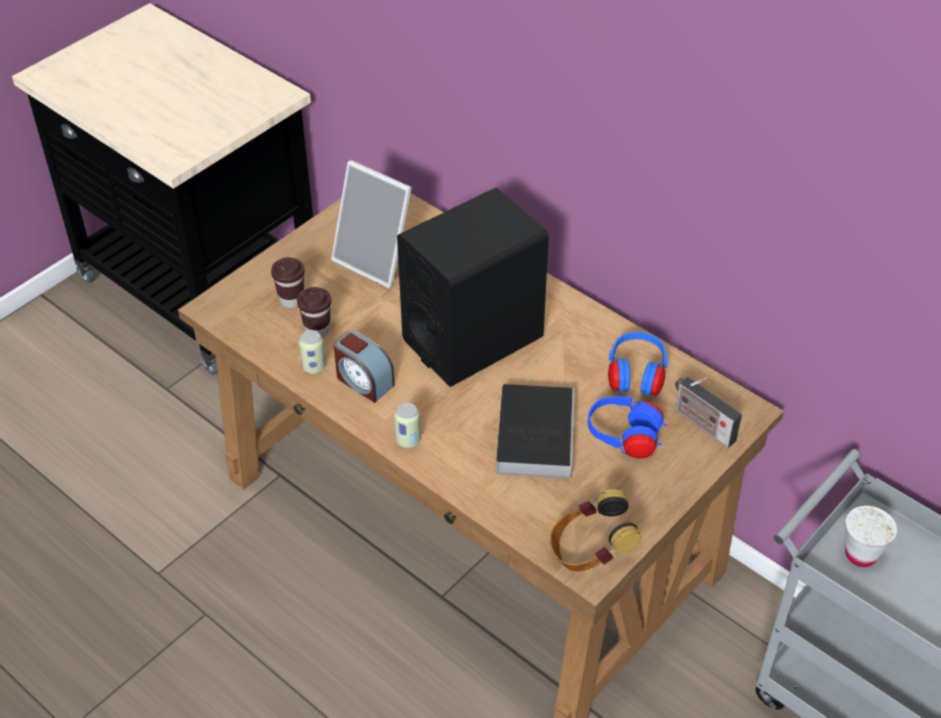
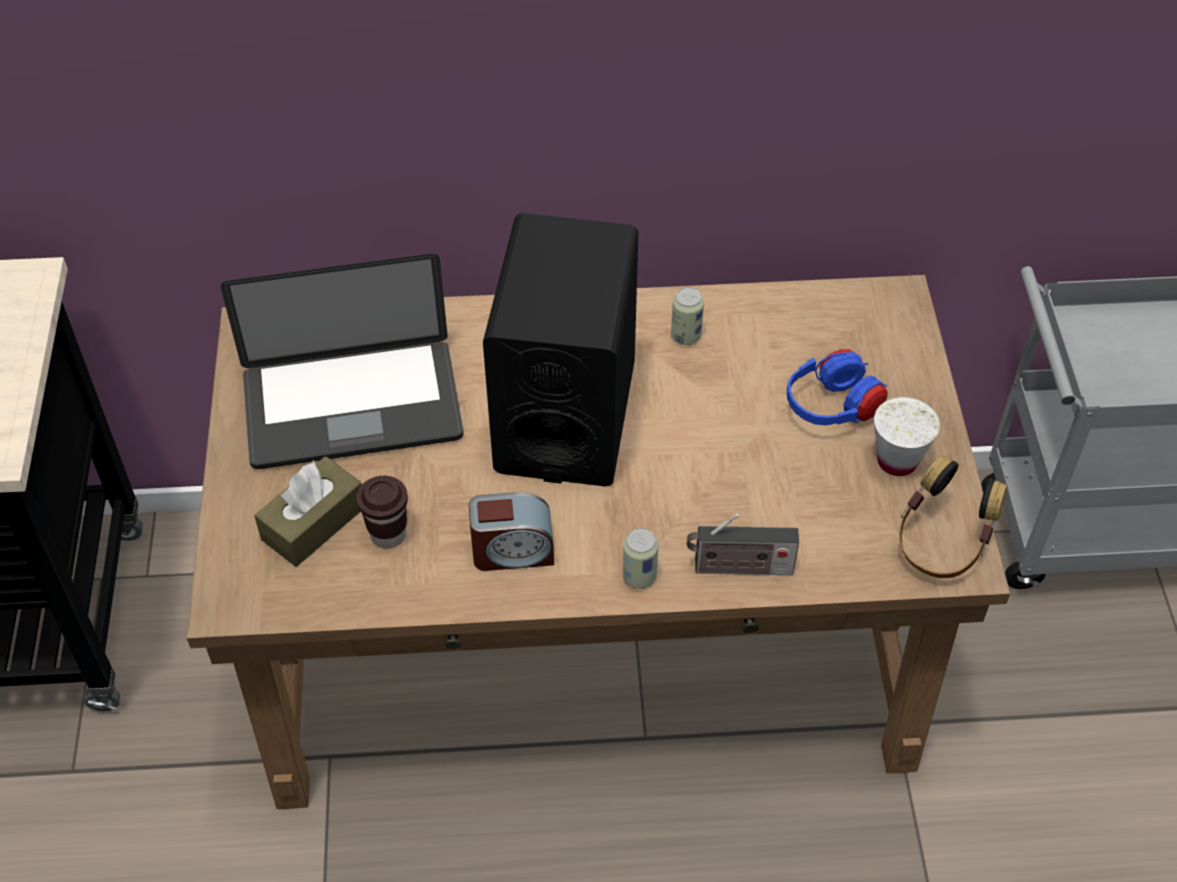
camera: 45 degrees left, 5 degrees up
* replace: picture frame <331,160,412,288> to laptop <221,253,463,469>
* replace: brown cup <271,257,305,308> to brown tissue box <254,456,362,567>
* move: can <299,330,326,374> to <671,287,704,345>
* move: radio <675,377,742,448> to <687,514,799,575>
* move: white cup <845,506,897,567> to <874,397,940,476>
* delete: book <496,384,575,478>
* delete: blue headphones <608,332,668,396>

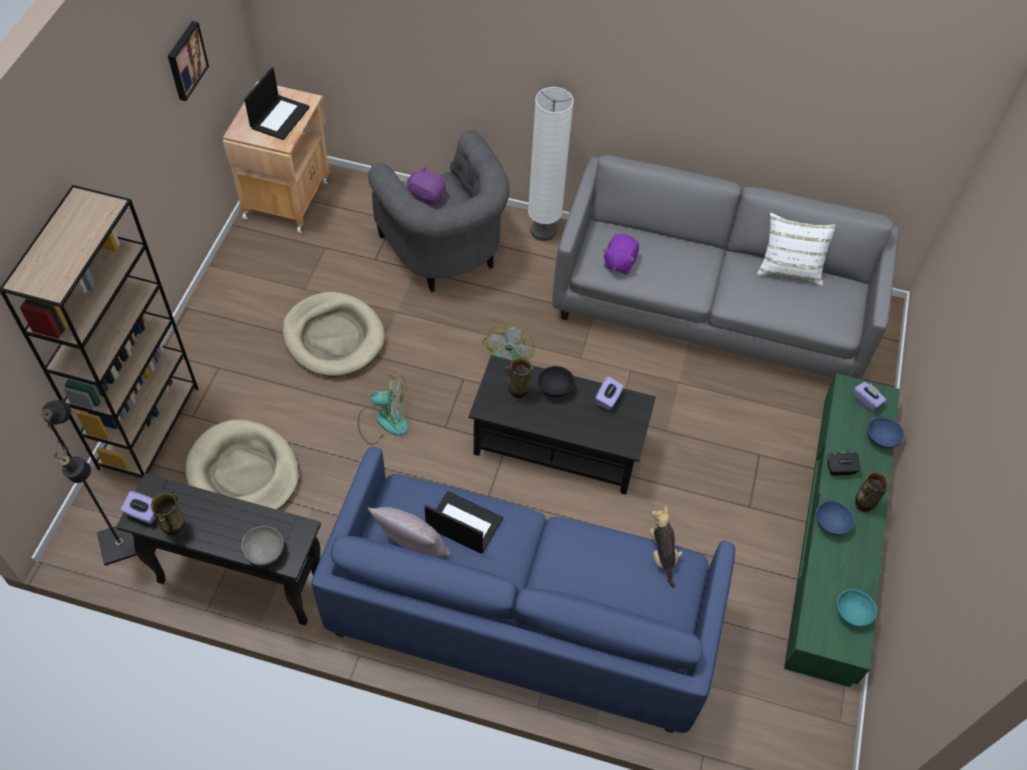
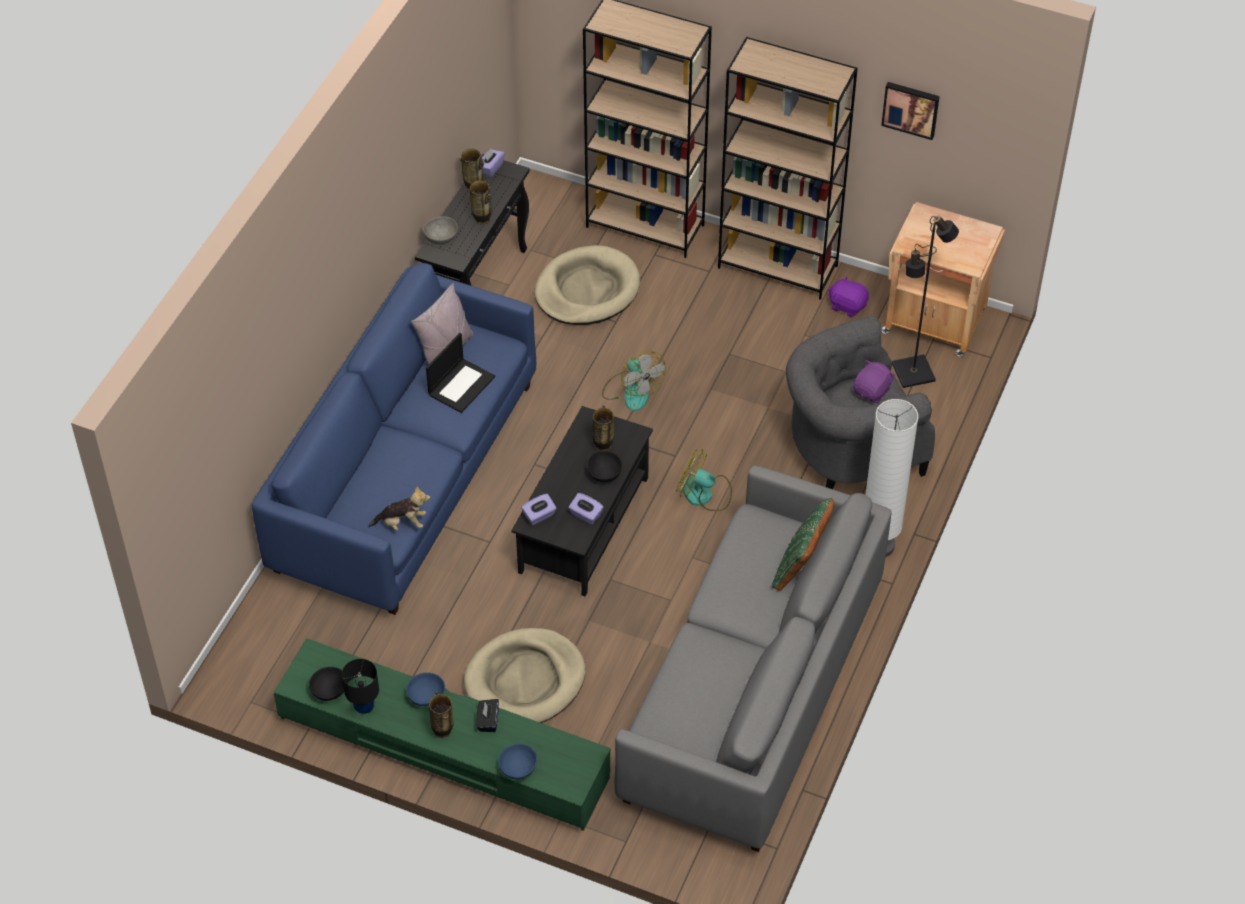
camera: 100 degrees right, 5 degrees down
* recolor: turquoise bowl <836,589,877,627> to black bowl <309,667,344,701>
* insert: black table lamp <342,659,379,714>
* move: beige dog bed <282,292,385,377> to <464,628,586,723>
* insert: vase <469,181,492,224>
* move: purple tissue box <853,382,886,412> to <521,494,557,525>
* rotate: fan <358,373,408,445> = <602,351,666,411> 45 degrees counterclockwise
* insert: beige bookcase <718,37,858,300>
* insert: green pillow <772,498,834,591>
* move: purple plush toy <603,234,639,274> to <828,276,869,317>
* move: black floor lamp <39,400,136,565> to <892,215,959,388>
* delete: laptop <244,67,310,140>
* delete: white pillow <757,213,835,286>

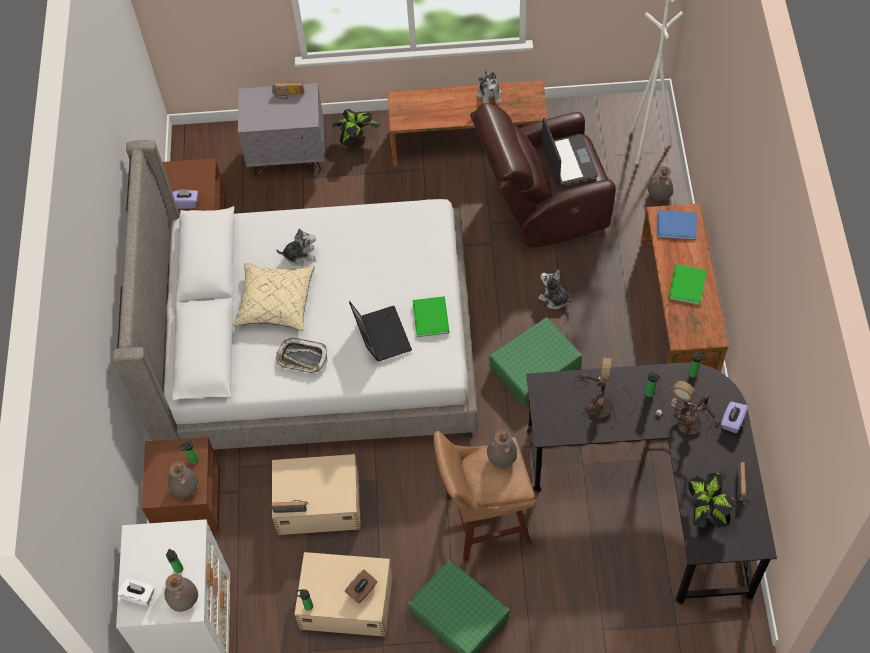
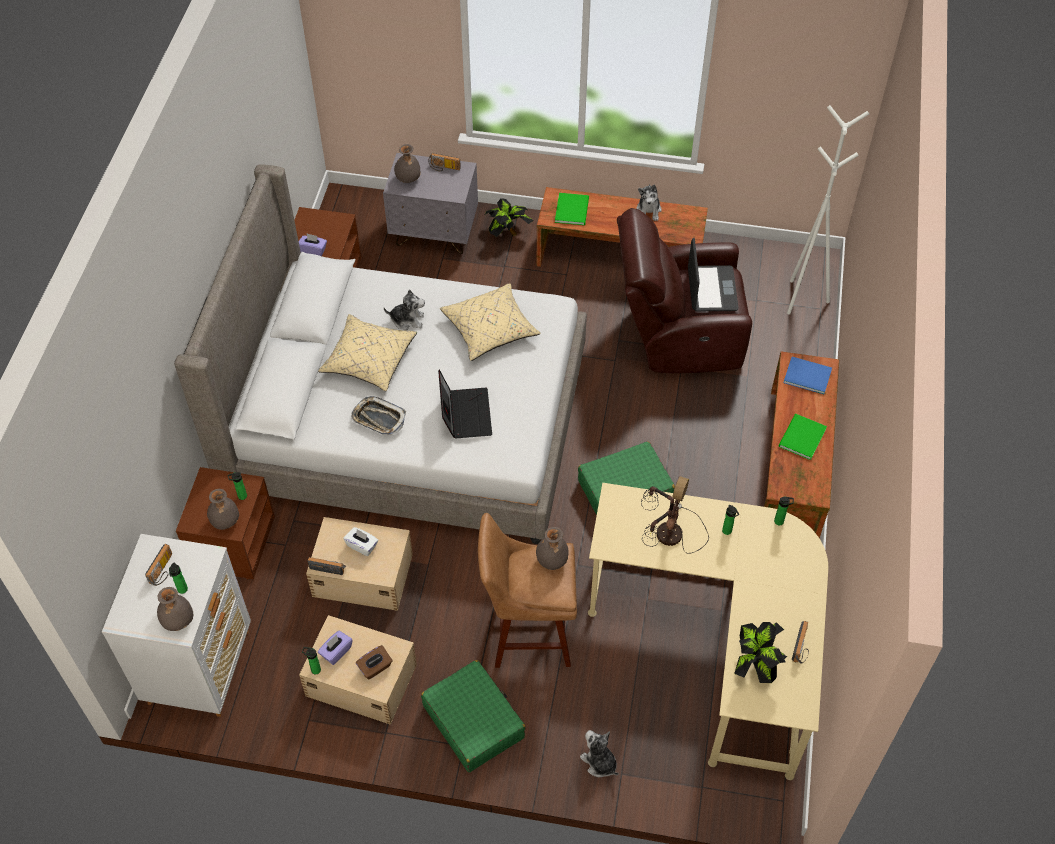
camera: 10 degrees right, 5 degrees down
* insert: radio <145,544,172,586>
* move: purple tissue box <721,401,748,433> to <318,631,353,665>
* move: white tissue box <117,578,155,606> to <344,527,378,556>
* move: grey vase <647,166,673,201> to <394,144,421,183>
* insert: beige pillow <440,283,540,361>
* move: green book <412,296,450,337> to <555,193,589,225>
* move: plush toy <538,269,573,309> to <580,730,619,777>
* recolor: black desk <526,362,777,604> to beige desk <588,483,828,780>
* delete: table lamp <656,381,723,441>

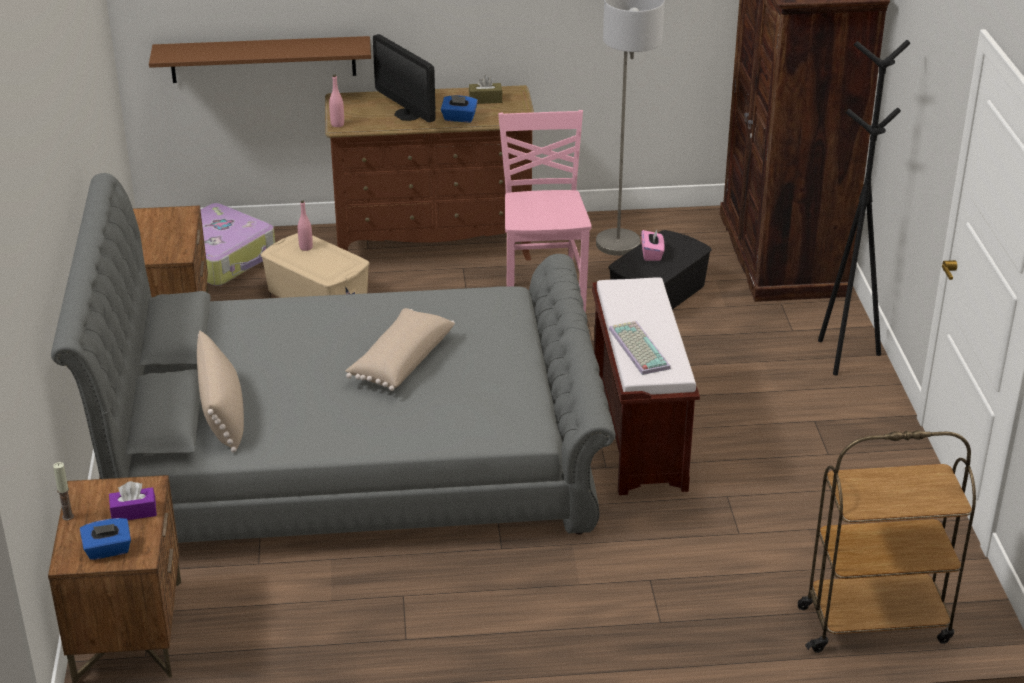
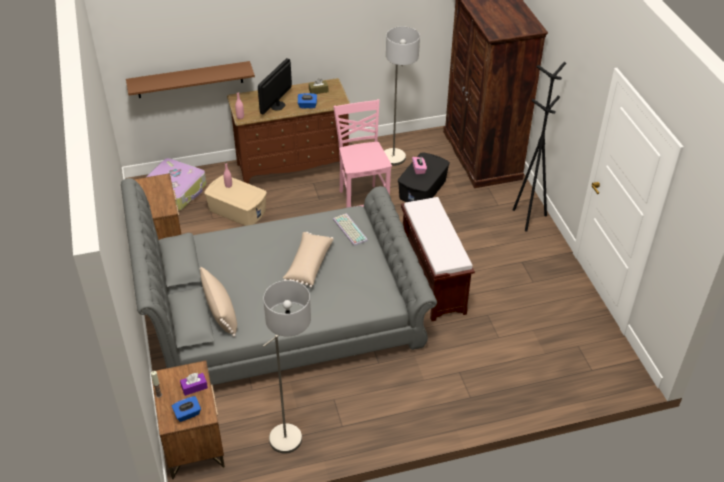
camera: 10 degrees left, 10 degrees up
* rotate: monitor <373,34,435,122> = <258,58,292,114> 75 degrees clockwise
* insert: grey floor lamp <263,280,311,454>
* move: keyboard <609,321,671,375> to <333,213,368,246>
* delete: brown cart <798,430,976,653>

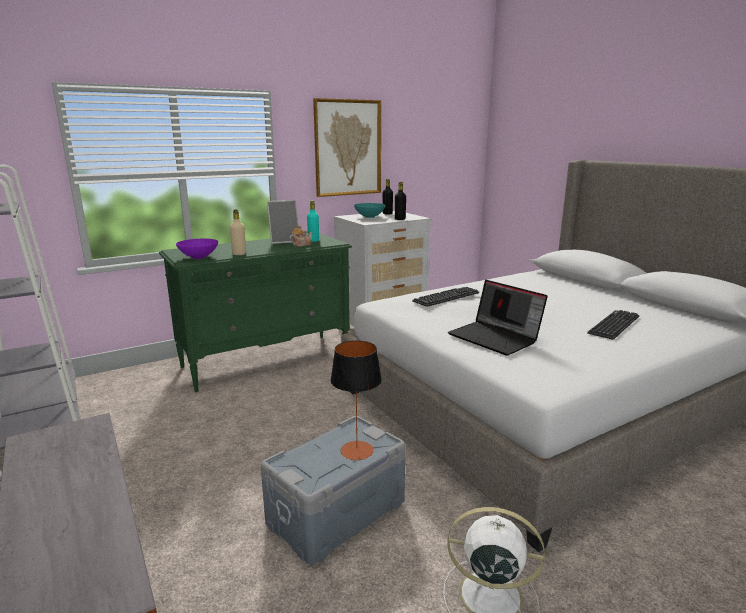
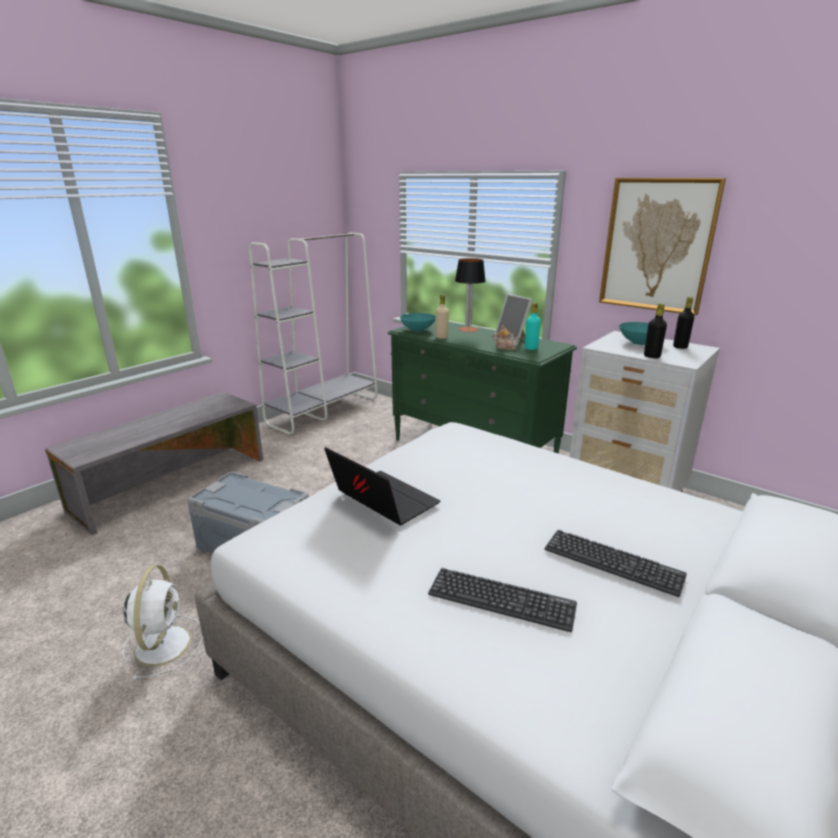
camera: 70 degrees right, 5 degrees up
* rotate: laptop <448,280,548,356> = <324,447,440,525> 105 degrees clockwise
* recolor: purple bowl <176,239,218,259> to turquoise bowl <400,313,436,332>
* move: table lamp <331,340,382,460> to <455,258,486,332>
* move: keyboard <412,287,479,307> to <545,530,687,597>

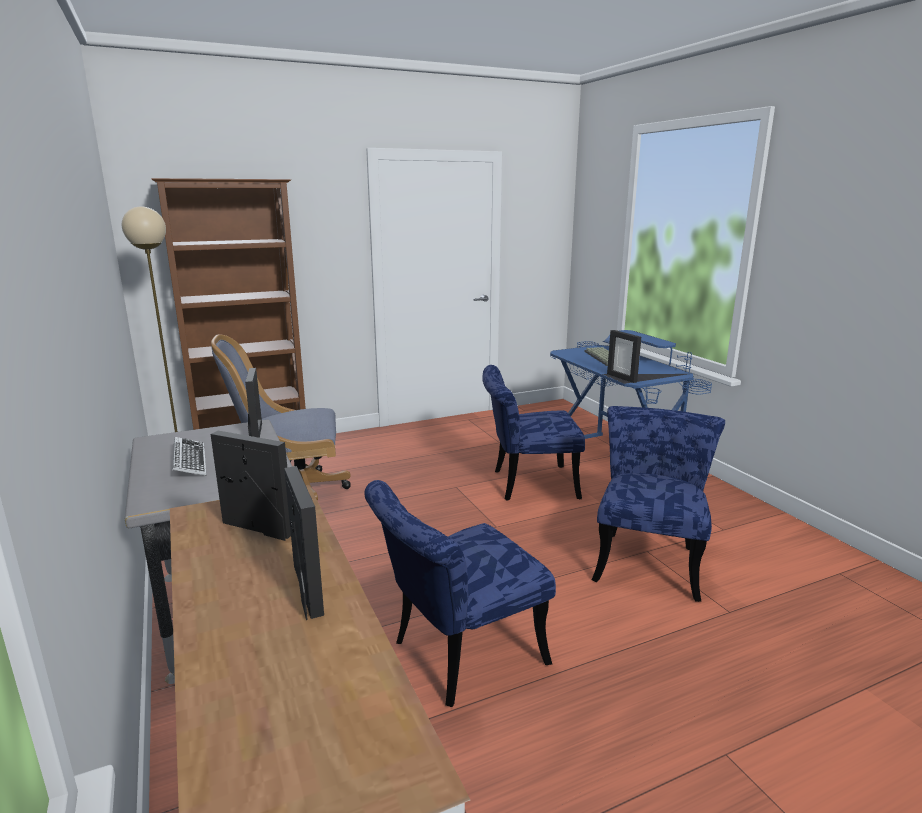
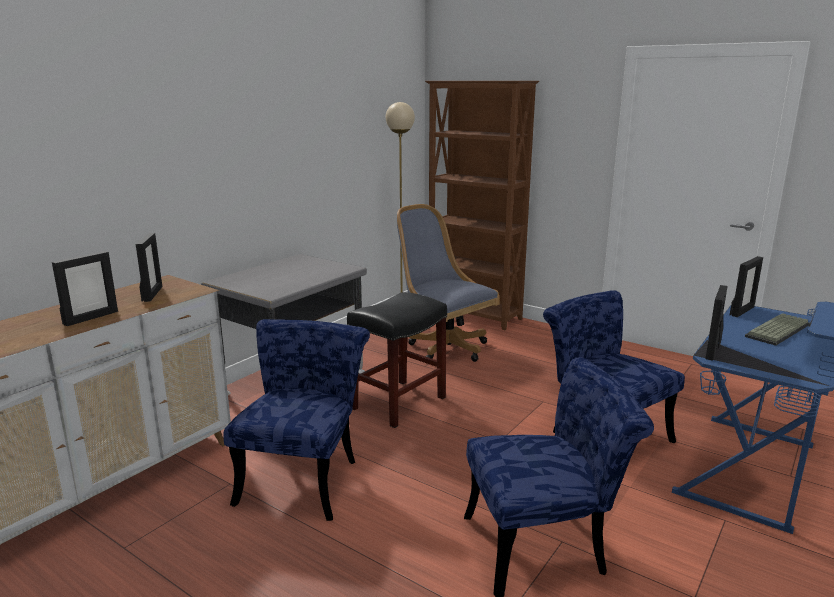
camera: 60 degrees right, 0 degrees up
* rotate: blue chair <364,480,556,707> = <223,319,370,521> 75 degrees clockwise
* insert: black stool <347,292,447,428>
* move: picture frame <245,368,262,438> to <730,256,763,317>
* delete: keyboard <172,437,206,476>

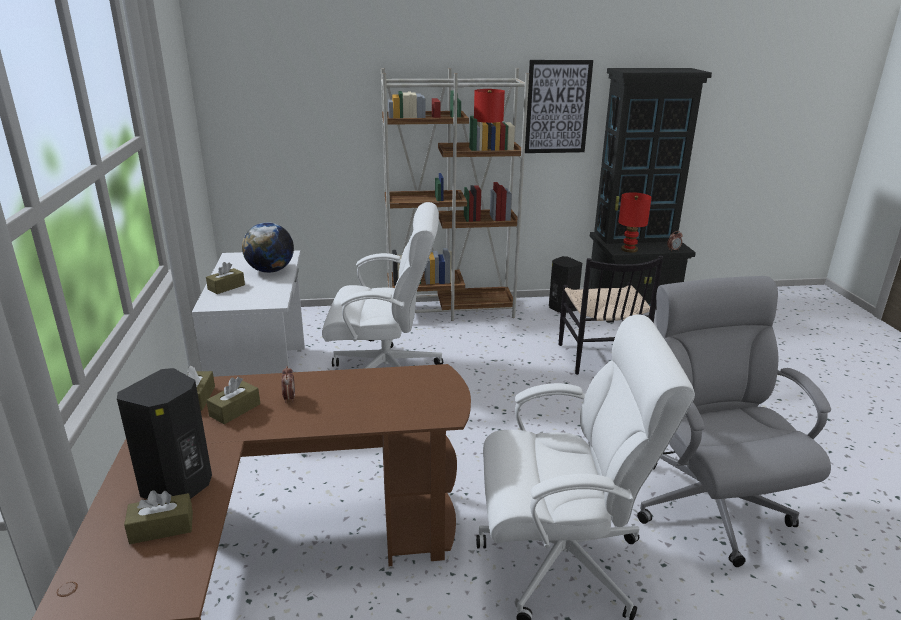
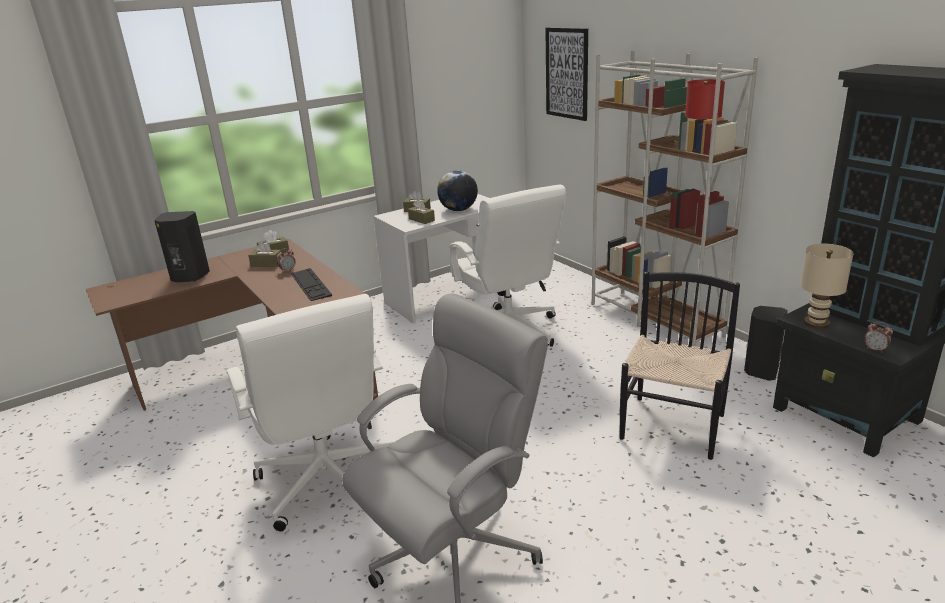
camera: 65 degrees right, 0 degrees up
* insert: keyboard <291,268,332,301>
* move: brown tissue box <124,490,193,544> to <408,199,435,224>
* move: picture <525,60,593,153> to <545,27,588,121>
* rotate: black chair <559,256,663,375> = <619,272,740,460> 150 degrees clockwise
* recolor: red table lamp <618,192,652,253> to beige table lamp <801,244,854,329>

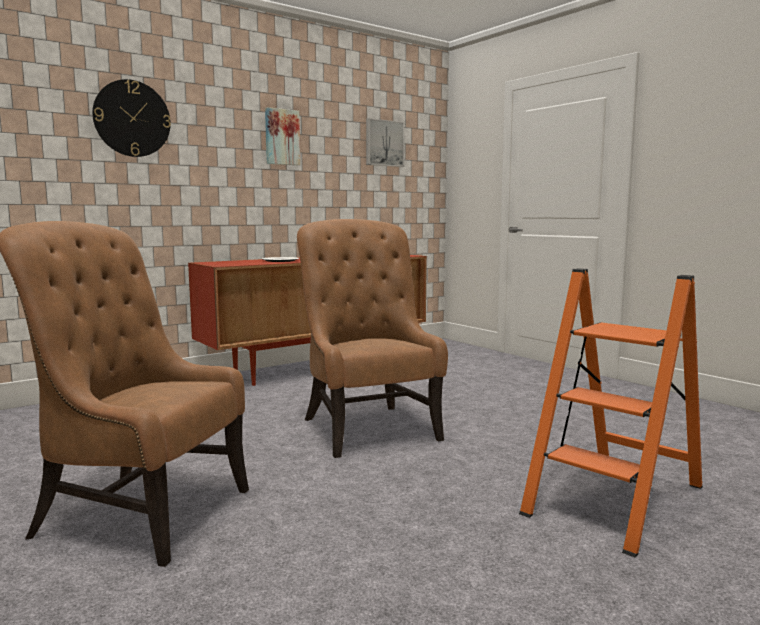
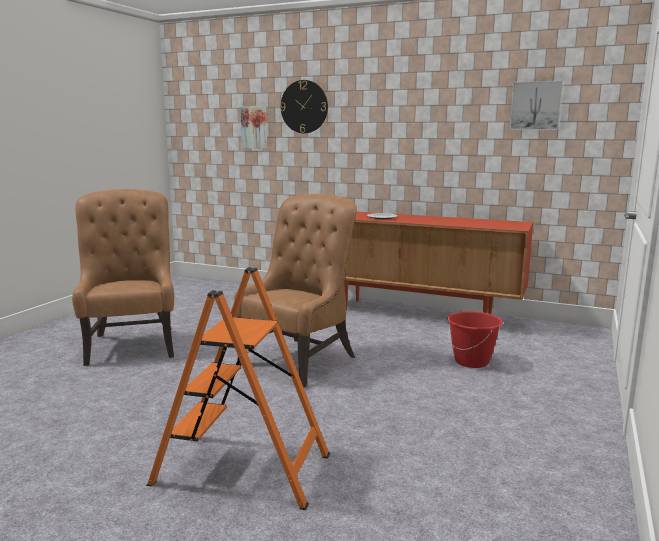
camera: 60 degrees right, 5 degrees up
* move: picture <265,107,300,165> to <240,106,267,149>
* insert: red bucket <447,311,502,368>

